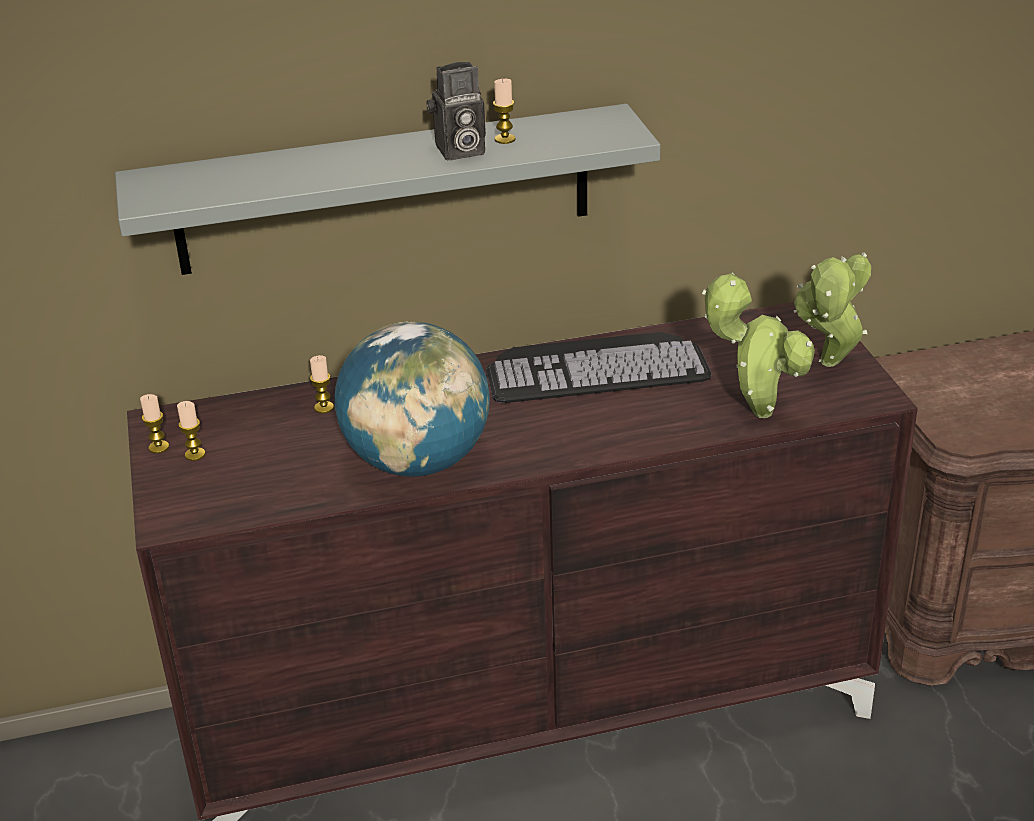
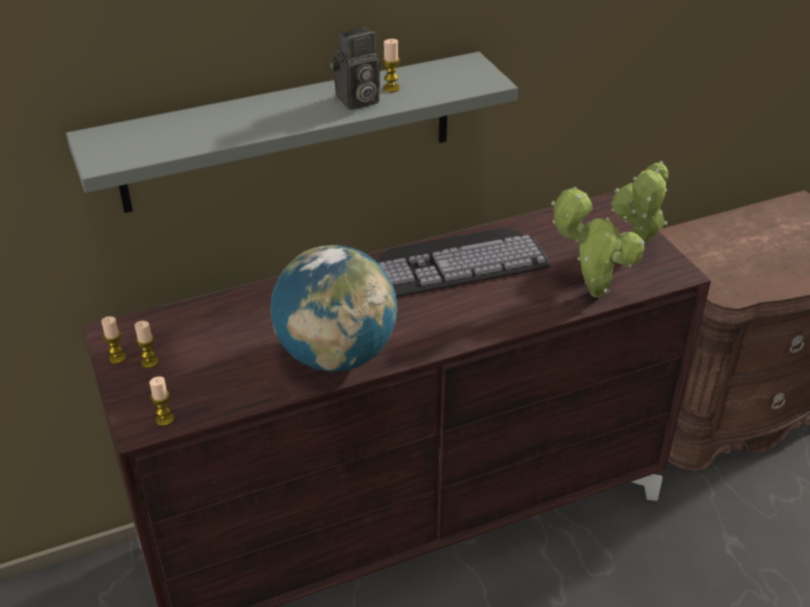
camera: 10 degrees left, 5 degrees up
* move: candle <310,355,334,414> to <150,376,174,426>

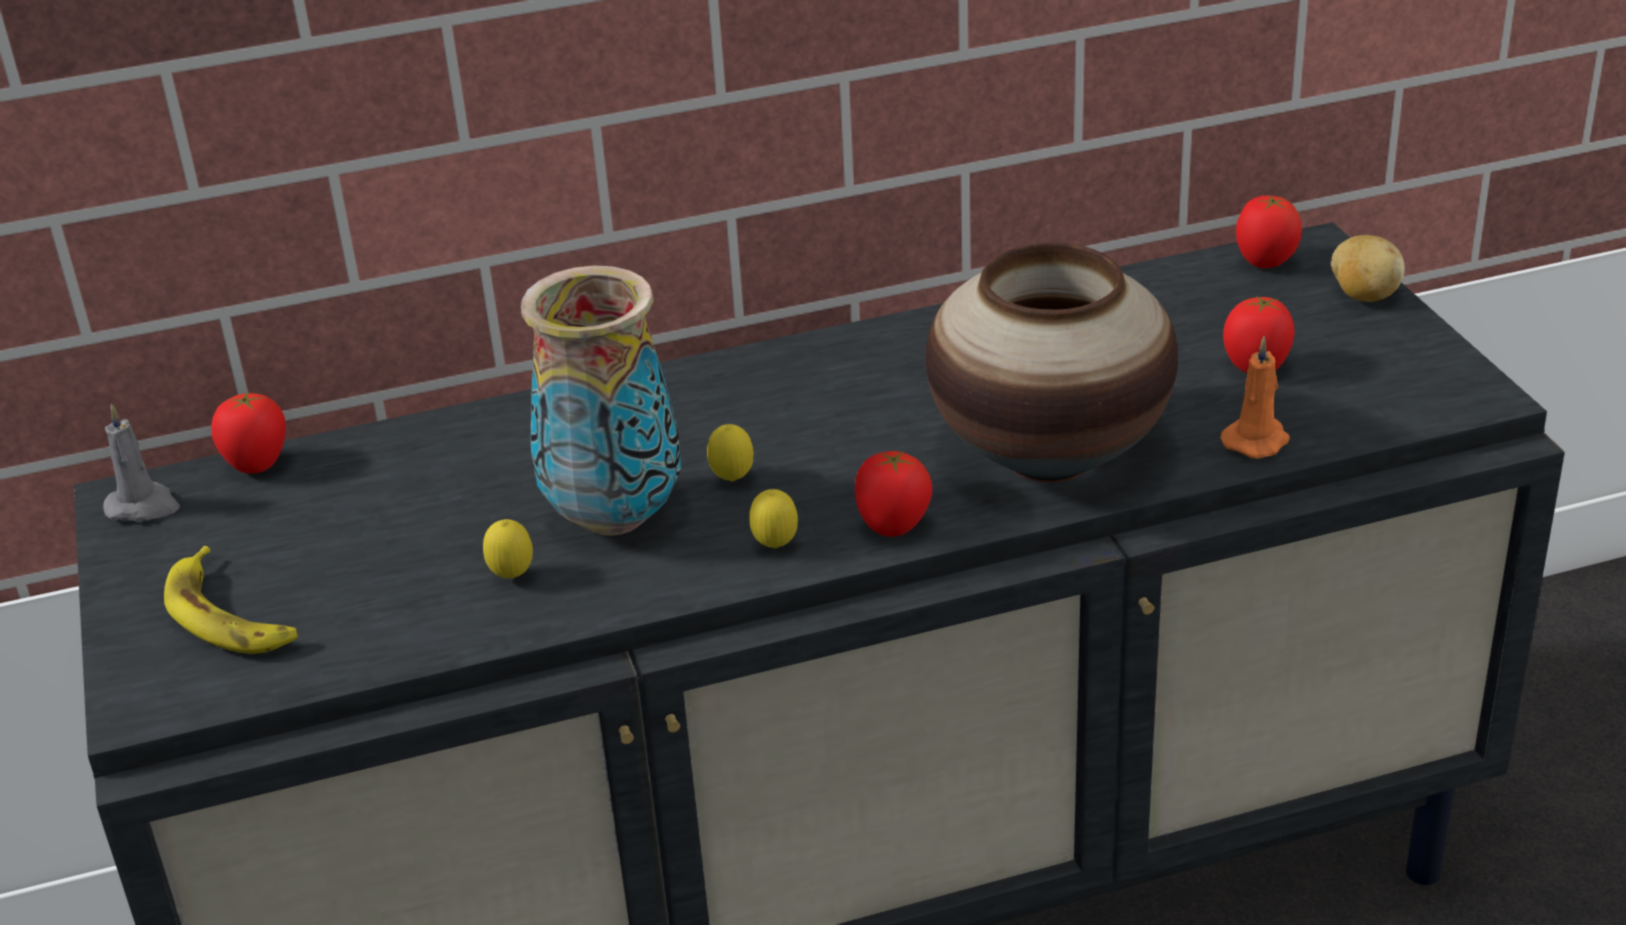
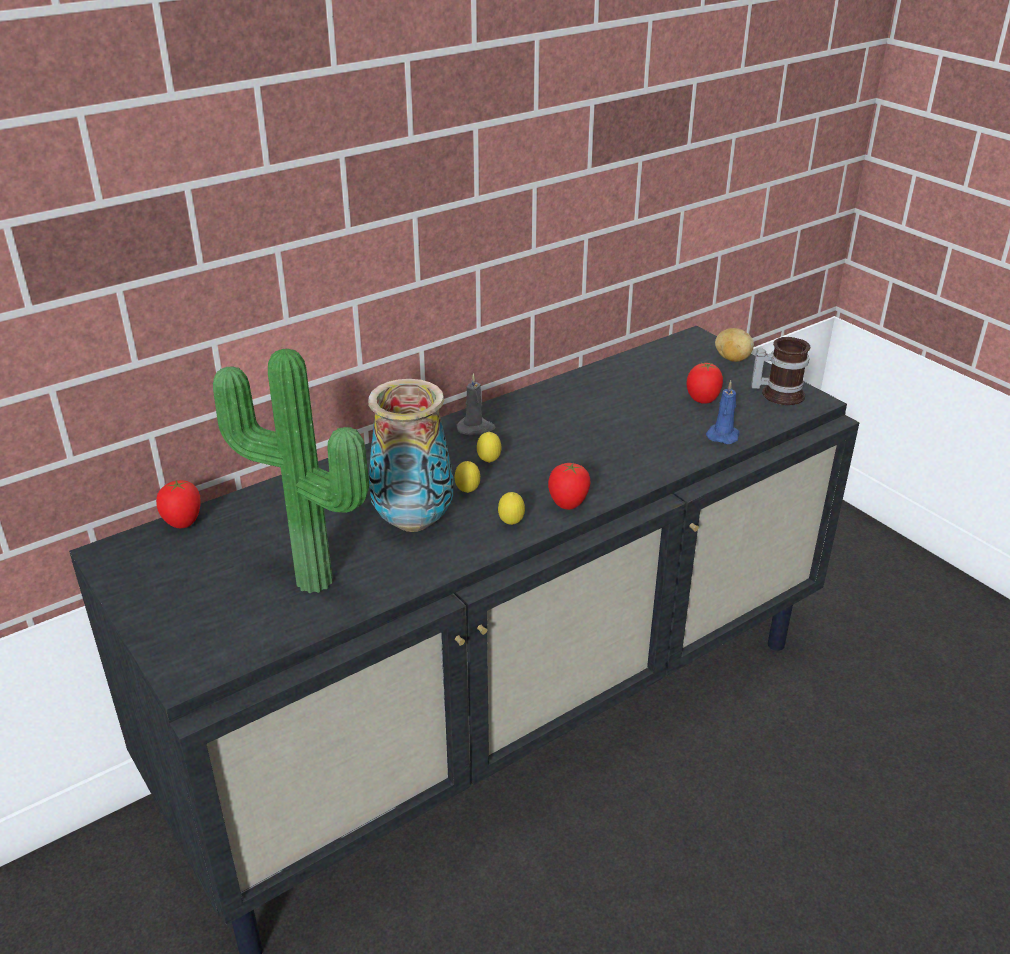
camera: 20 degrees left, 0 degrees up
* insert: potted plant <213,349,369,593>
* move: grey candle <103,403,180,522> to <456,373,495,435>
* move: lemon <483,519,533,579> to <477,432,501,463>
* recolor: orange candle <1221,336,1290,459> to blue candle <706,380,740,444>
* insert: mug <751,337,810,405>
* delete: banana <164,546,298,654>
* delete: vase <925,243,1178,482>
* delete: tomato <1236,195,1302,268>

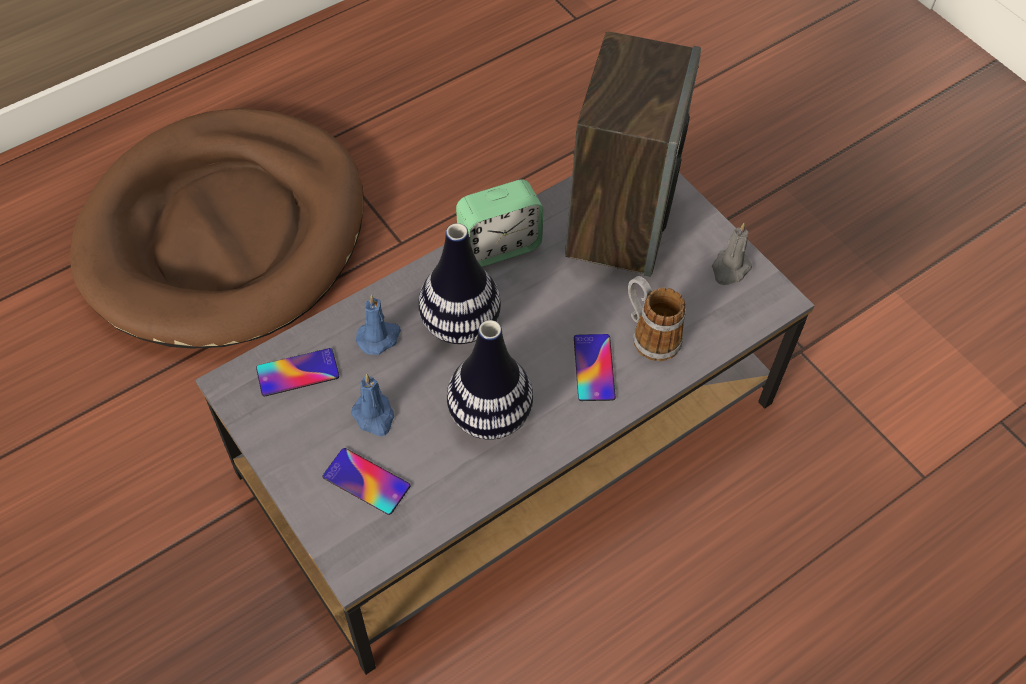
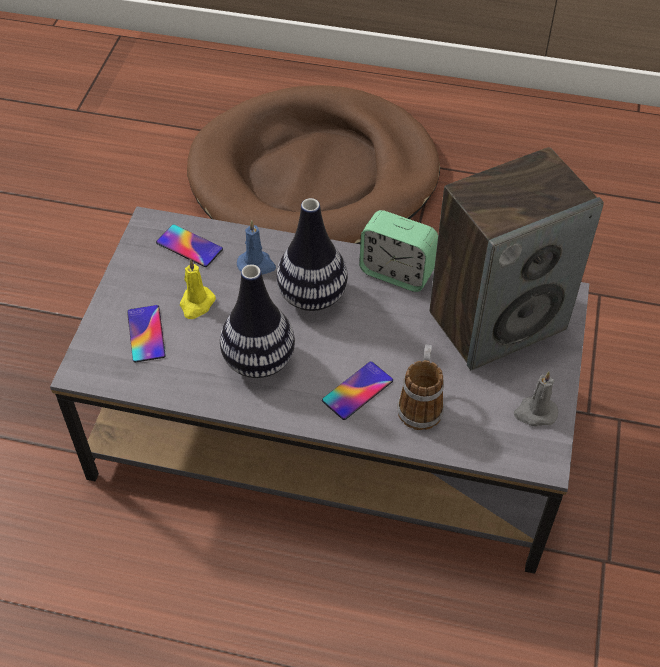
camera: 50 degrees right, 5 degrees down
* recolor: blue candle <351,374,394,436> to yellow candle <180,259,216,319>

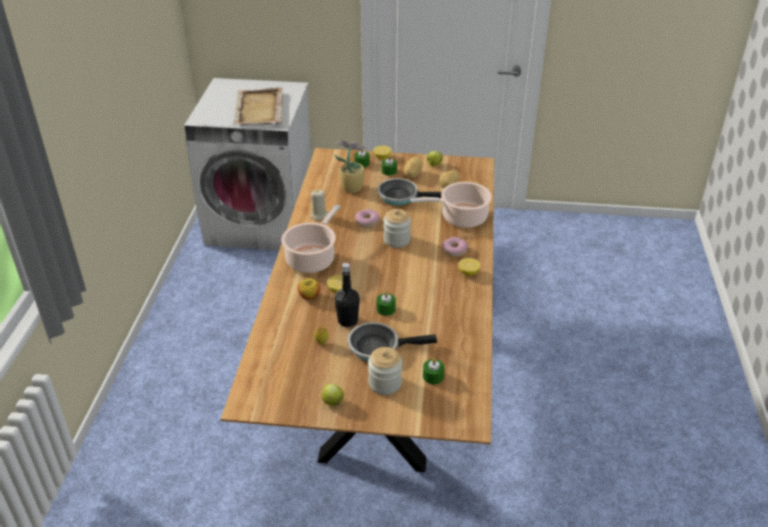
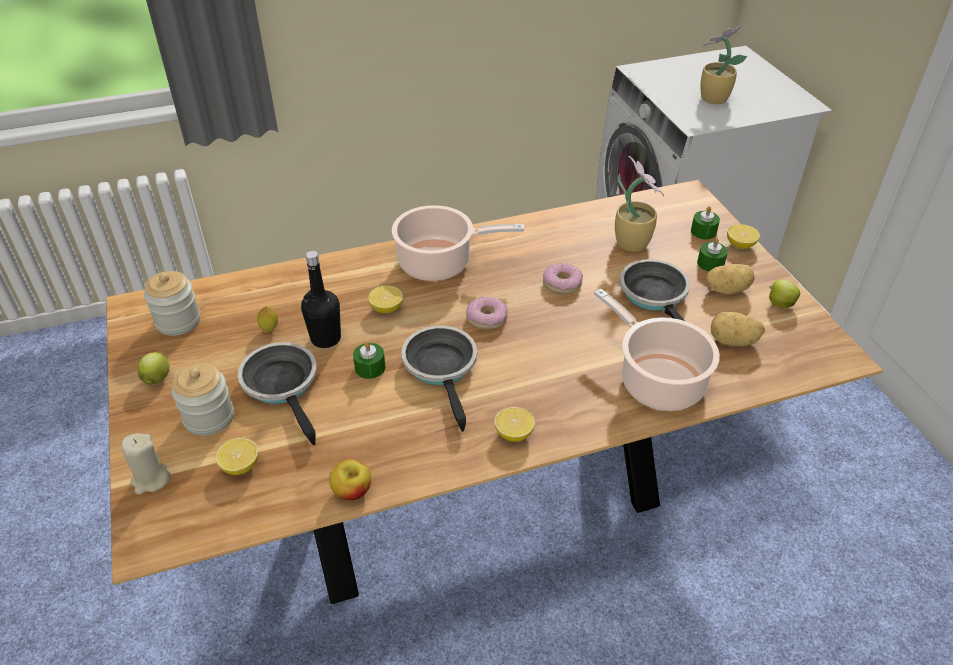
camera: 65 degrees right, 5 degrees up
* move: beige candle <311,190,328,221> to <121,433,171,495>
* move: jar <383,209,411,248> to <144,271,200,336>
* replace: green candle <423,358,445,384> to lemon <216,438,258,475>
* move: apple <298,278,320,300> to <329,459,371,500>
* insert: frying pan <401,326,477,432>
* move: donut <442,237,468,257> to <466,296,508,330>
* replace: beige tray <233,87,283,125> to potted plant <700,24,747,104>

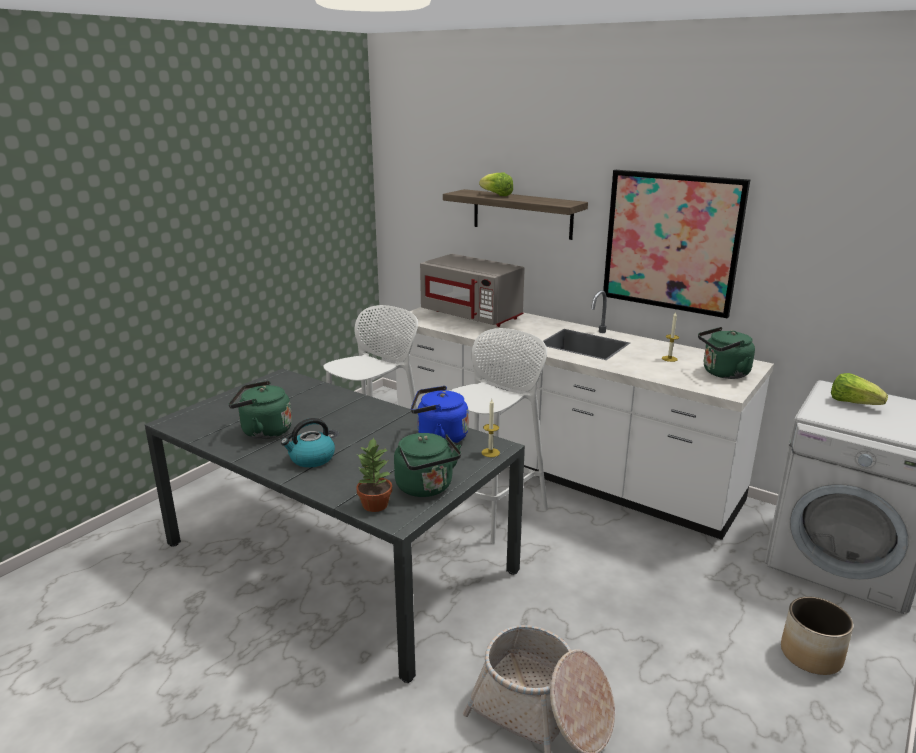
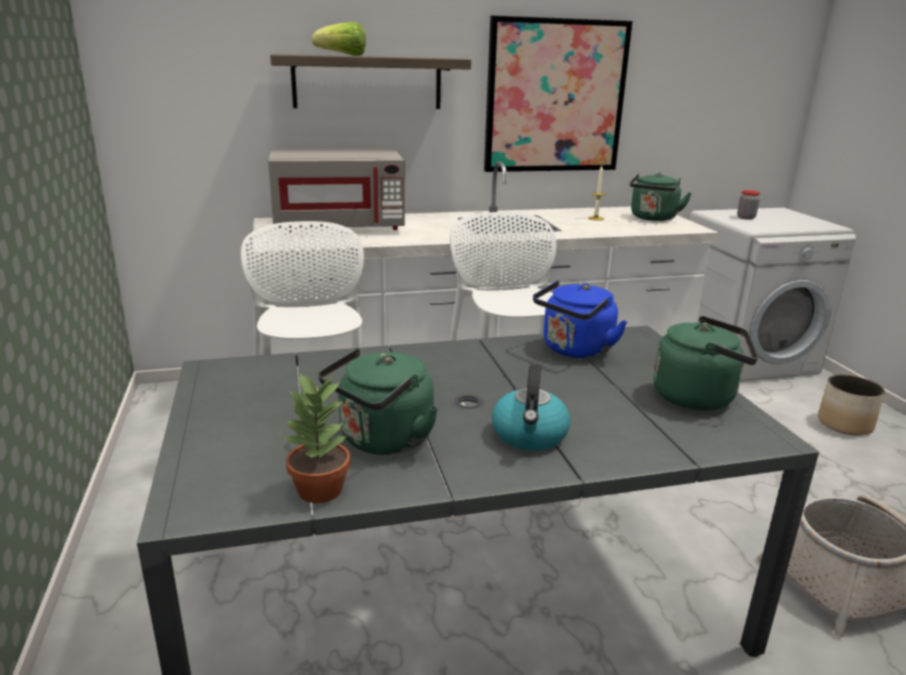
camera: 50 degrees left, 0 degrees up
* move: potted plant <356,437,392,512> to <281,373,350,503>
* replace: lettuce <831,373,888,405> to jar <737,190,760,220>
* delete: candle <481,399,500,457>

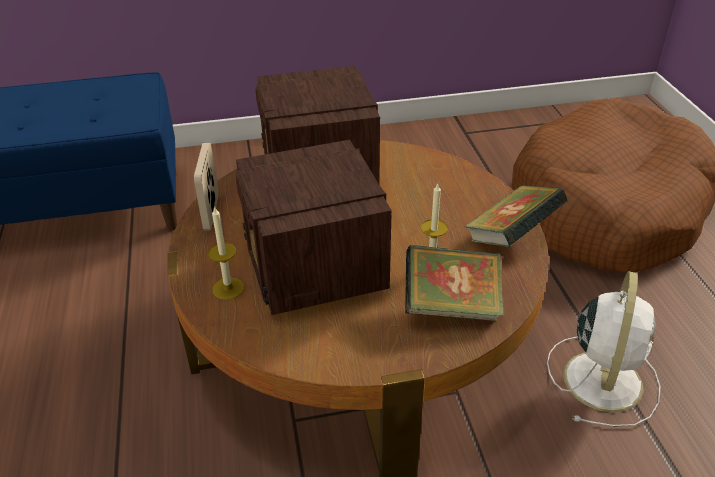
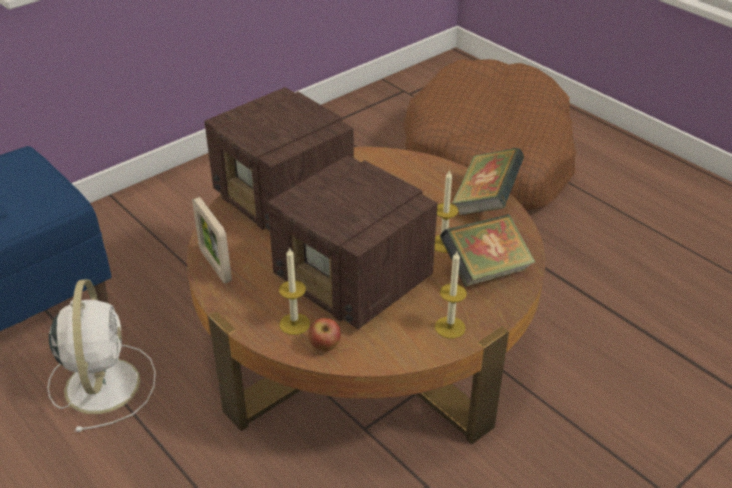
camera: 30 degrees left, 0 degrees up
* move: white fan <547,271,661,427> to <47,279,156,432>
* insert: apple <309,318,341,352>
* insert: candle <435,252,467,338>

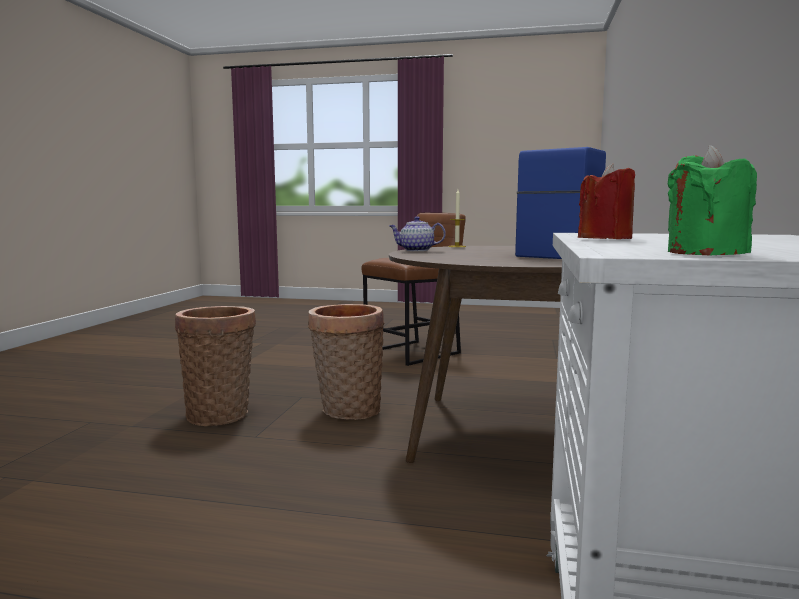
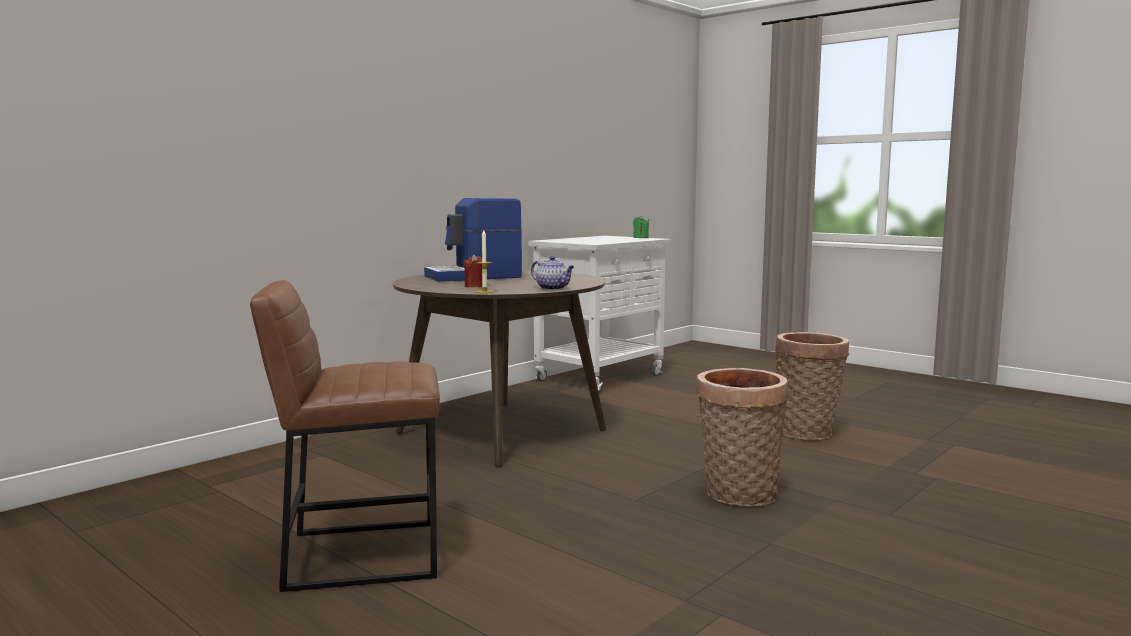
camera: 150 degrees left, 0 degrees up
* move: red candle <578,164,635,239> to <464,254,482,287>
* move: basket <308,304,384,420> to <775,332,850,440>

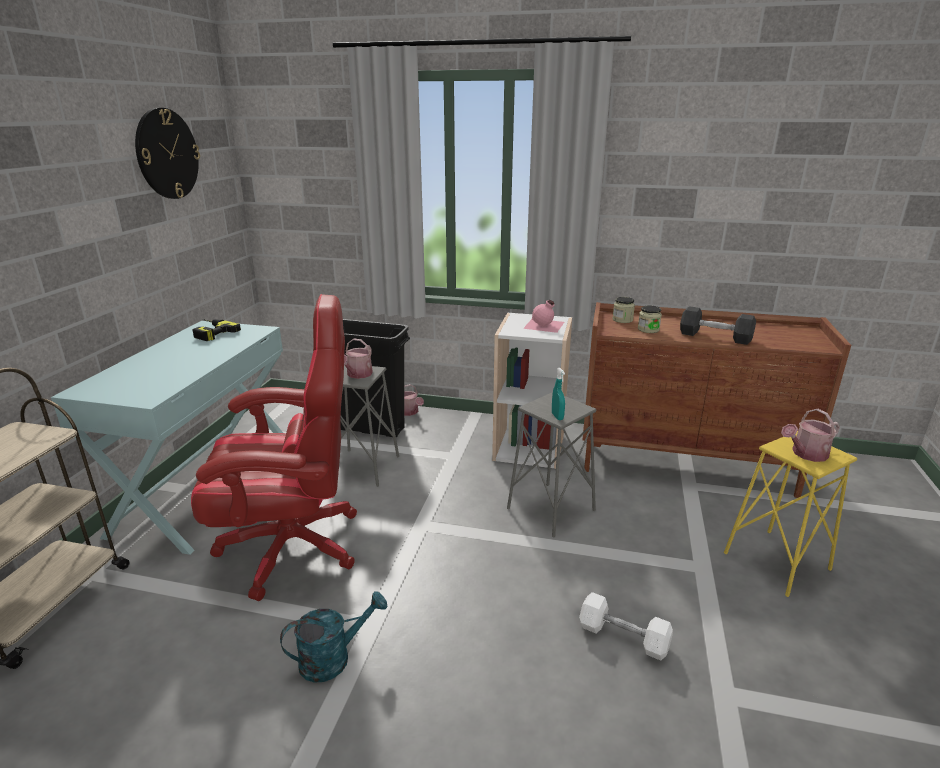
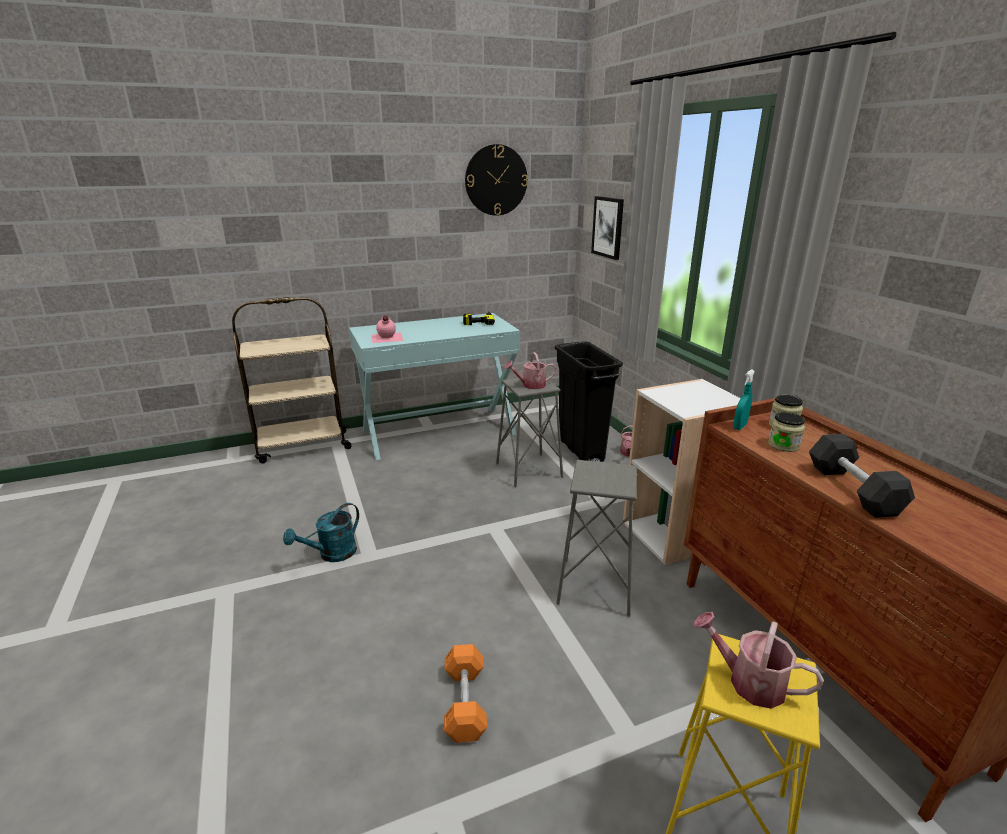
camera: 55 degrees right, 0 degrees up
* rotate: turquoise watering can <280,591,387,683> = <283,503,359,562> 105 degrees clockwise
* move: pink bottle <523,300,564,333> to <371,316,403,343>
* recolor: white dumbbell <579,592,673,661> to orange dumbbell <444,644,487,743>
* insert: picture <591,196,624,260>
* move: turquoise spray bottle <552,368,565,420> to <733,369,755,430>
* delete: red office chair <191,294,357,601>

